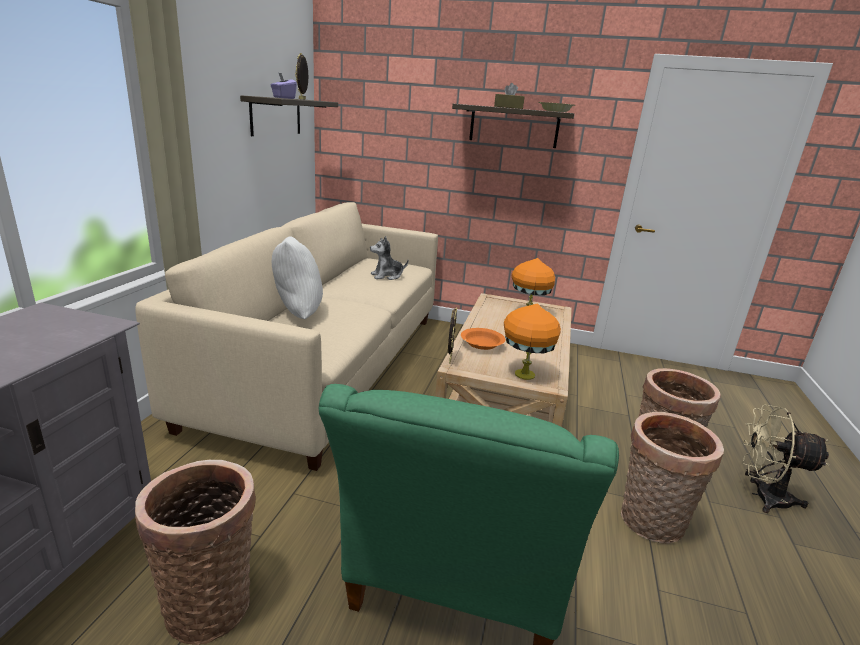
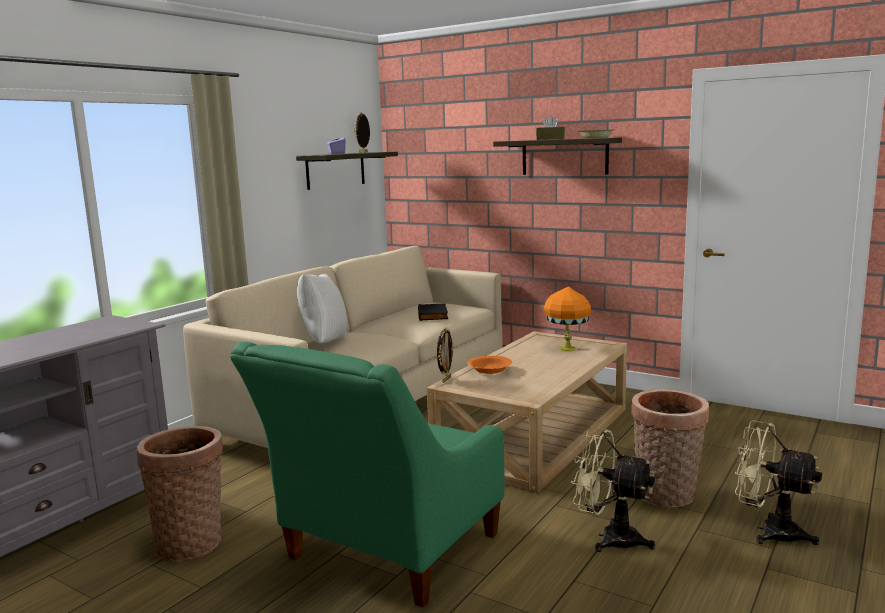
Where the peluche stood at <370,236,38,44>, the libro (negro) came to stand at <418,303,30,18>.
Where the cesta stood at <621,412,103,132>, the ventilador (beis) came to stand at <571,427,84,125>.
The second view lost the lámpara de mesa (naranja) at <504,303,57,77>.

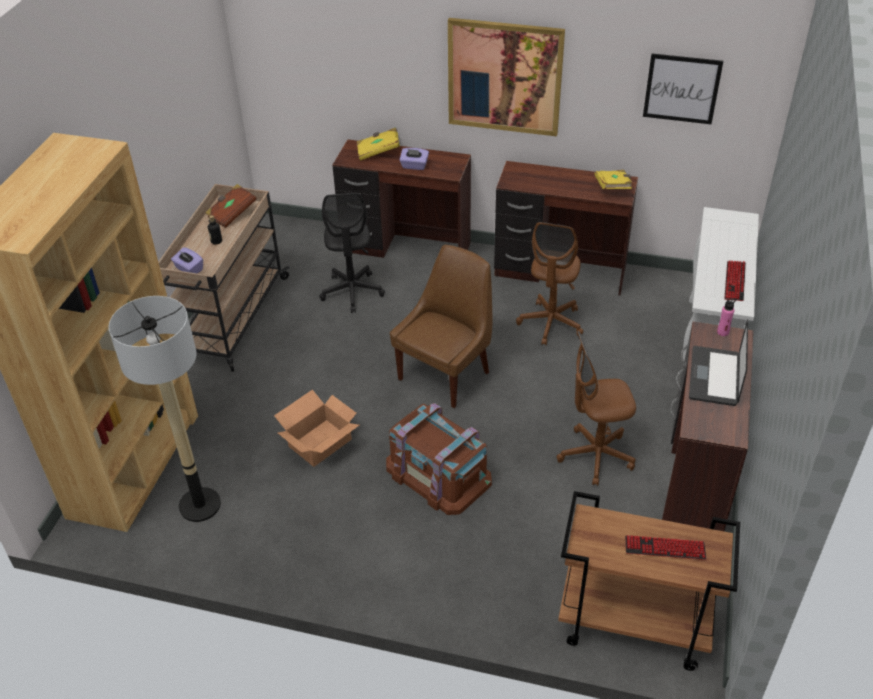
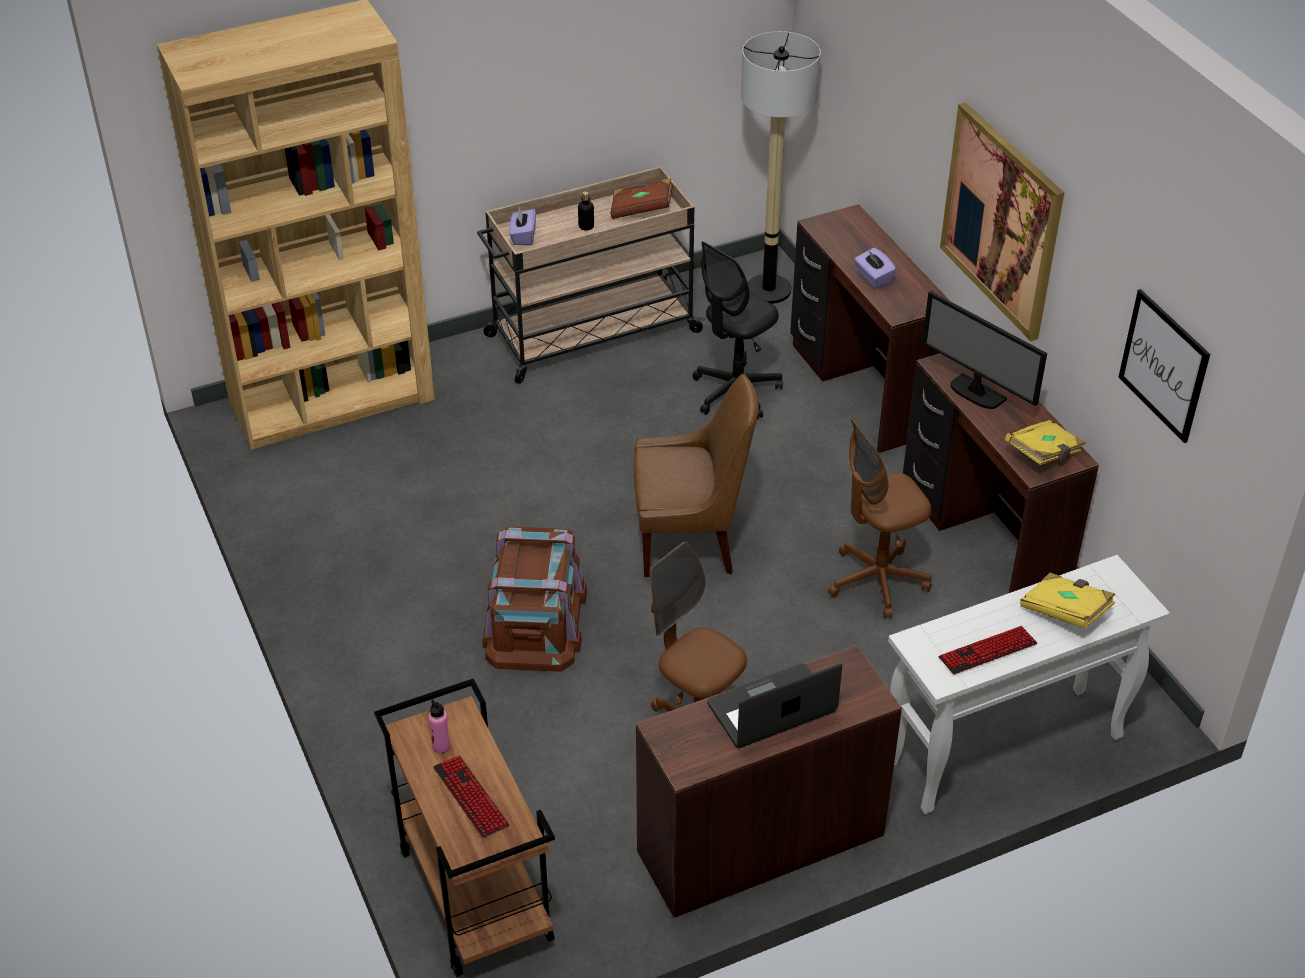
The botella (rosa) ended up elsewhere, having gone from <717,298,20,38> to <428,699,22,54>.
The lámpara de pie ended up elsewhere, having gone from <109,296,112,226> to <741,31,80,273>.
The second view gained the monitor at <922,291,125,118>.
The libro (amarillo) ended up elsewhere, having gone from <357,127,43,34> to <1020,573,95,56>.
The second view lost the caja de cartón at <274,390,85,77>.

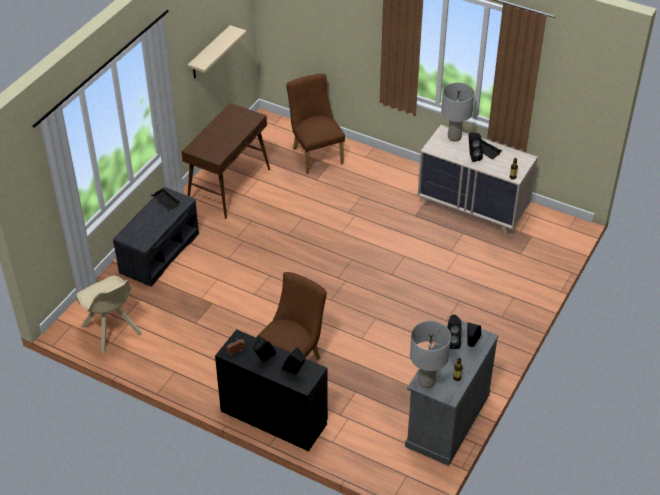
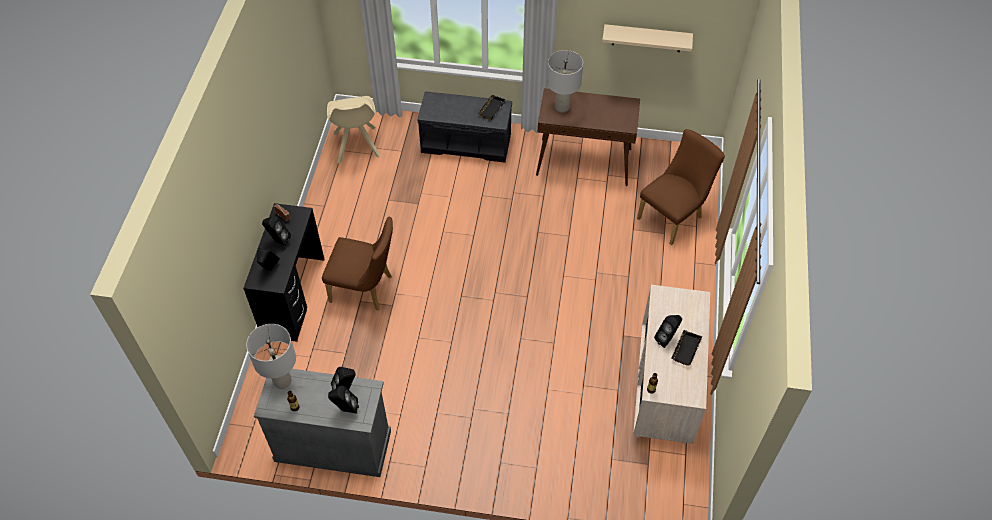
The silla (beis) at <77,276,65,77> ended up facing another way, 45 degrees counterclockwise from before.
The lámpara de mesa (gris) ended up elsewhere, having gone from <441,83,34,59> to <547,50,36,63>.

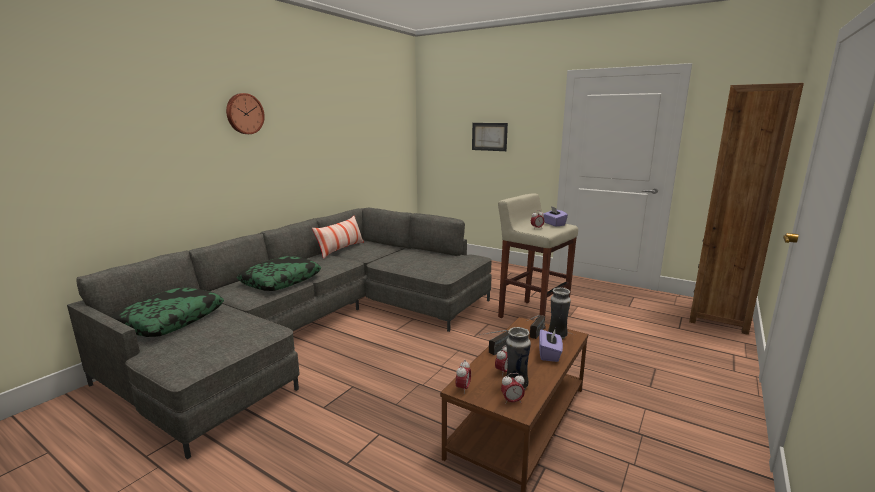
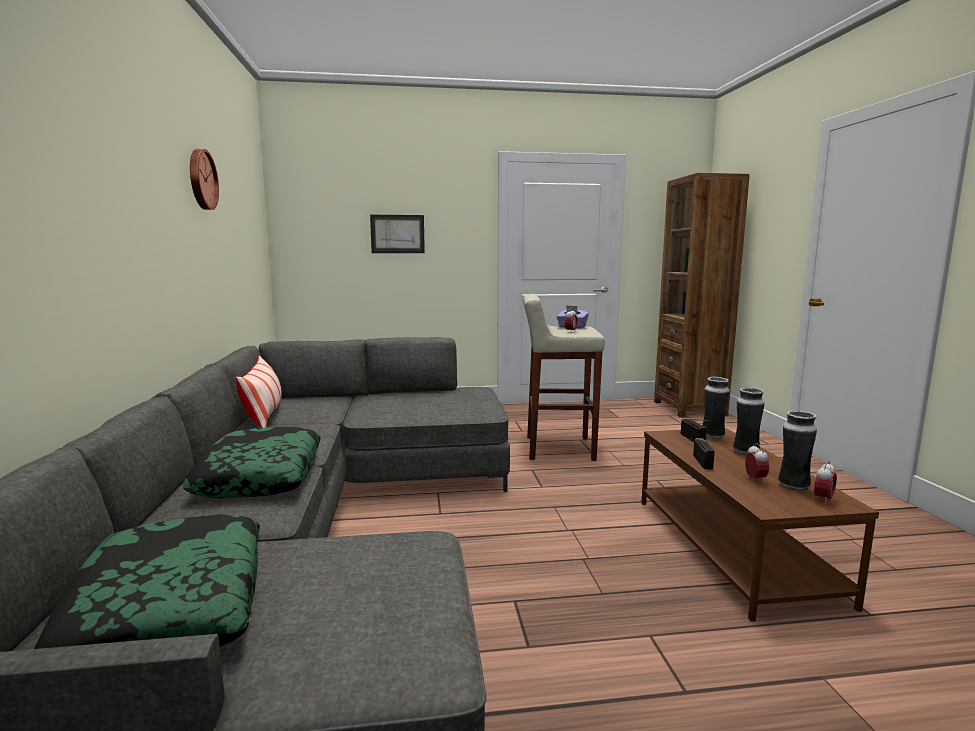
The reloj de pared ended up elsewhere, having gone from <226,93,39,41> to <190,149,29,61>.
Where the caja de pañuelos (morado) stood at <539,330,24,32>, the florero came to stand at <733,387,32,68>.
The second view lost the despertador at <456,360,15,34>.

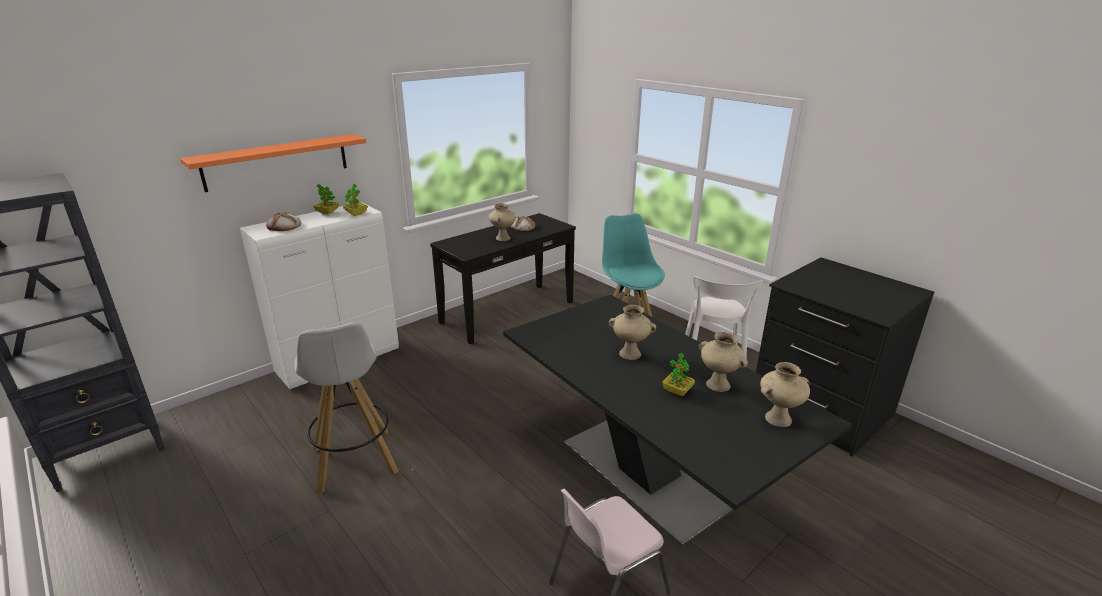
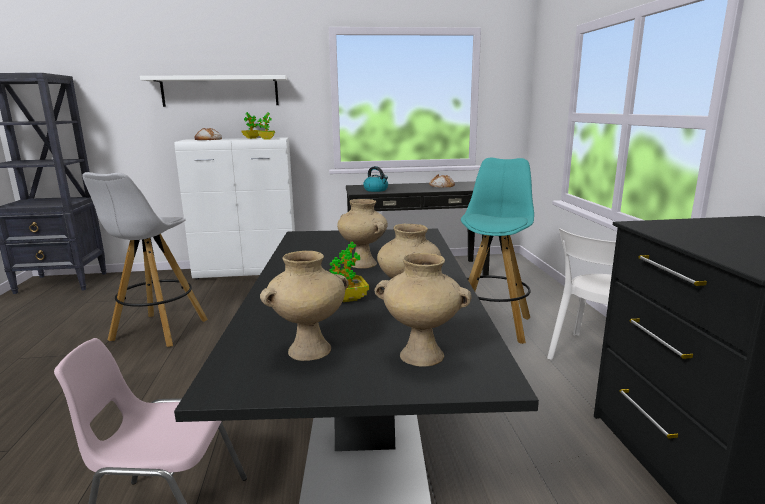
What was the estante (naranja) at <180,134,186,58> turned into the estante (blanco) at <140,75,147,32>.
The florero (beis) ended up elsewhere, having gone from <489,203,27,38> to <260,251,88,110>.
The second view gained the hervidor at <363,166,25,26>.

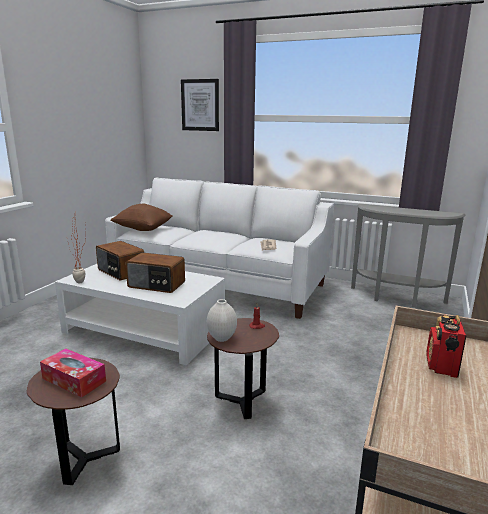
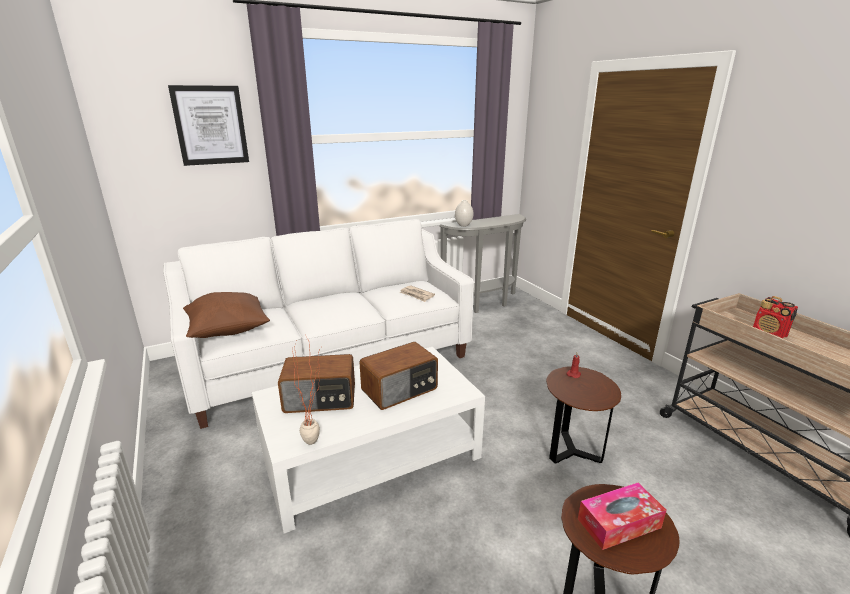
The florero (blanco) ended up elsewhere, having gone from <207,299,30,43> to <455,200,18,27>.

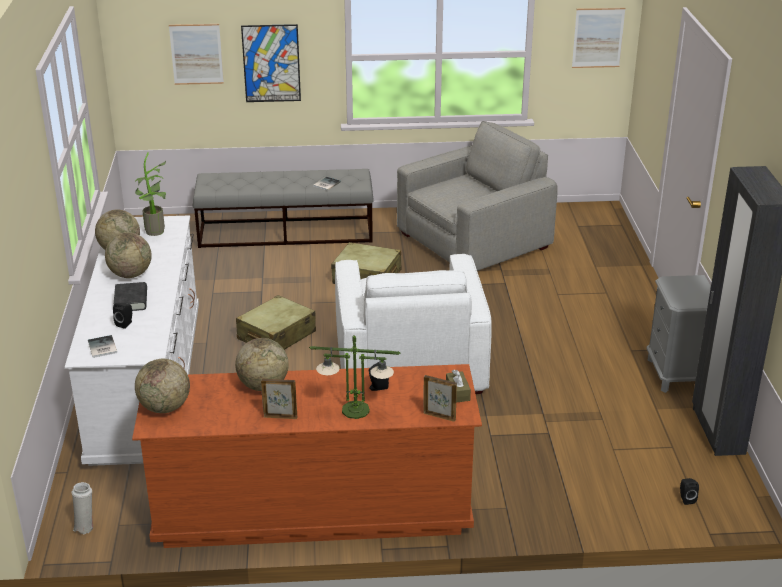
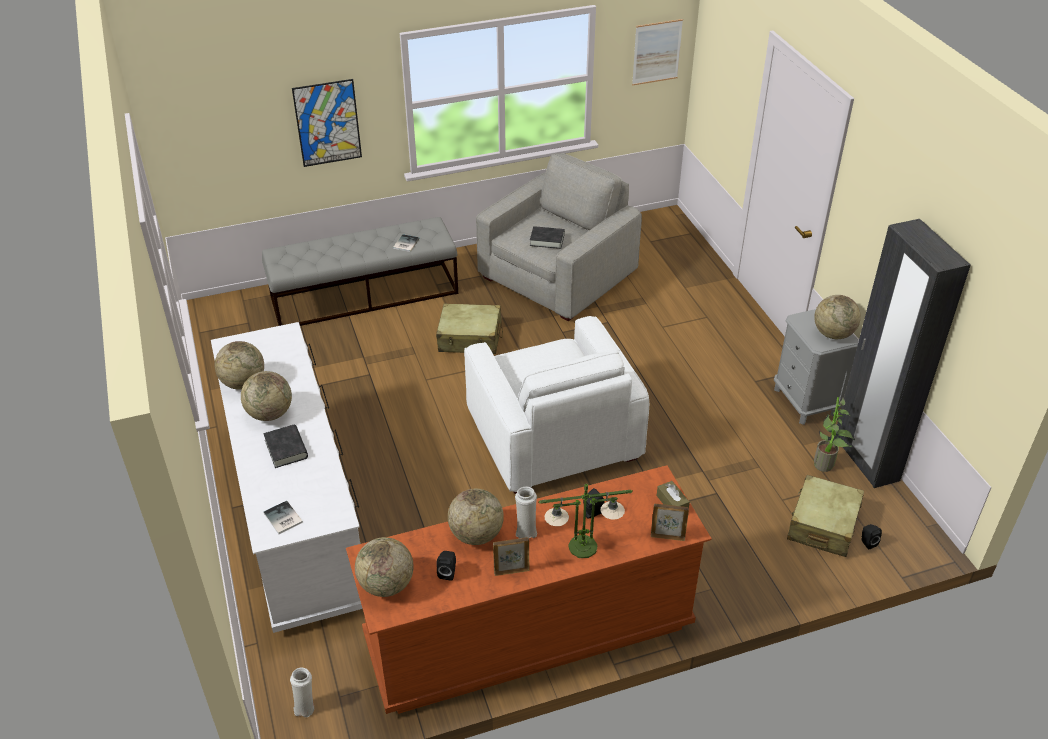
The altavoz (negro) ended up elsewhere, having gone from <113,303,19,26> to <436,551,20,30>.
The second view gained the florero (blanco) at <515,487,22,51>.
The second view gained the libro (negro) at <530,226,35,23>.
The maleta (beis) ended up elsewhere, having gone from <236,295,80,55> to <787,475,77,82>.
The second view gained the globo terráqueo at <814,295,47,44>.
The planta en maceta ended up elsewhere, having gone from <135,152,31,84> to <814,397,41,75>.
The second view lost the cuadro at <169,24,55,61>.

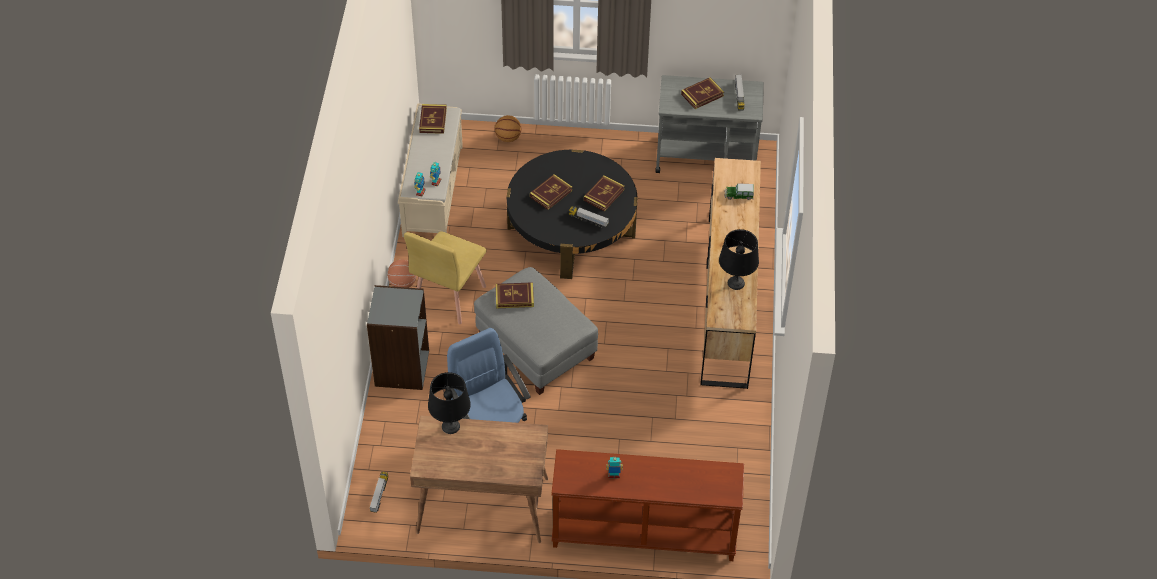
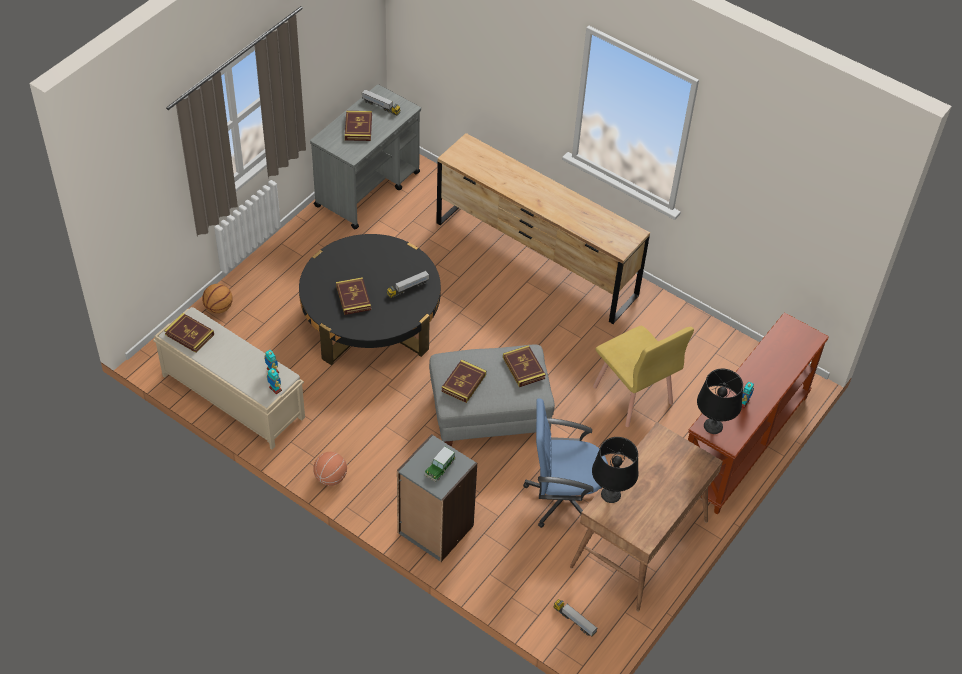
The coche de juguete ended up elsewhere, having gone from <724,183,30,17> to <424,446,31,36>.
The libro ended up elsewhere, having gone from <584,175,41,37> to <503,345,43,42>.
The silla (amarillo) ended up elsewhere, having gone from <404,231,83,93> to <593,326,101,101>.
The lámpara de mesa (negro) ended up elsewhere, having gone from <719,229,40,61> to <697,369,46,65>.

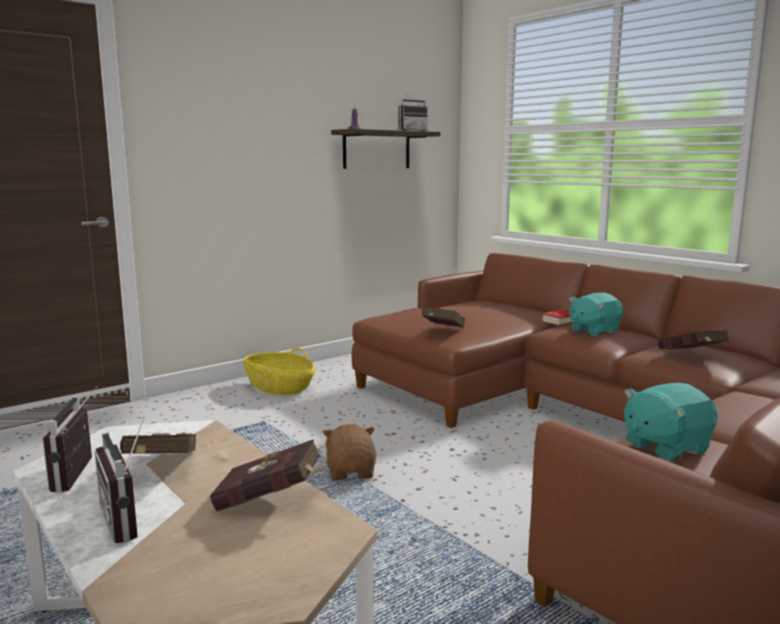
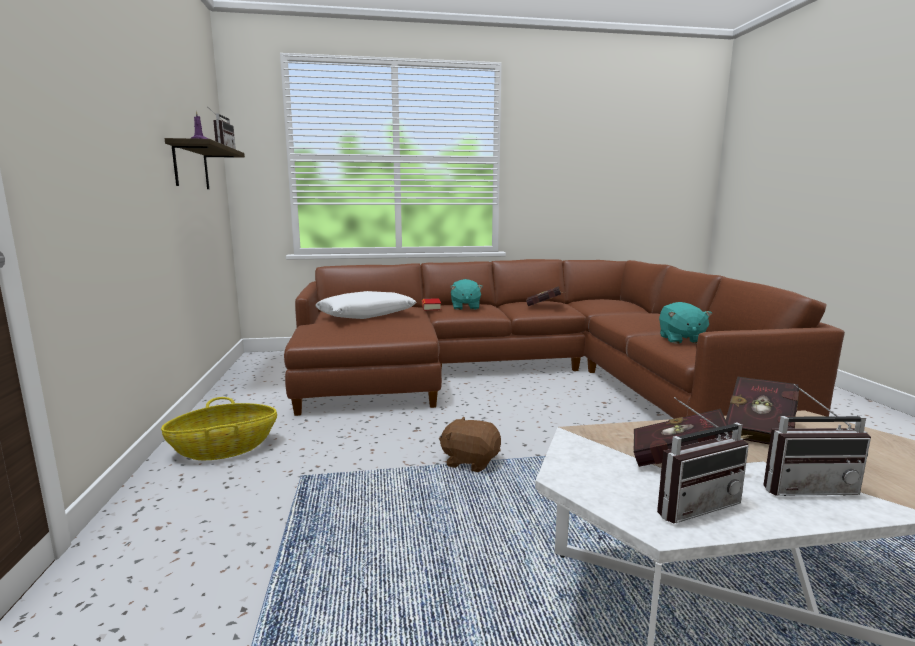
The second view gained the cojín (blanco) at <315,291,101,28>.
The radio at <42,386,56,107> ended up facing another way, 45 degrees counterclockwise from before.
The second view lost the libro (rojo) at <422,307,43,21>.

